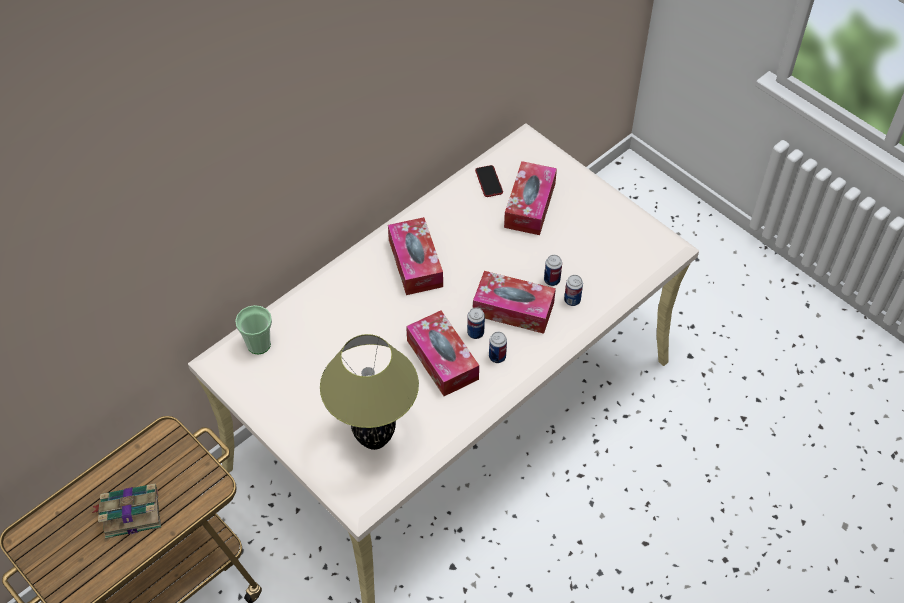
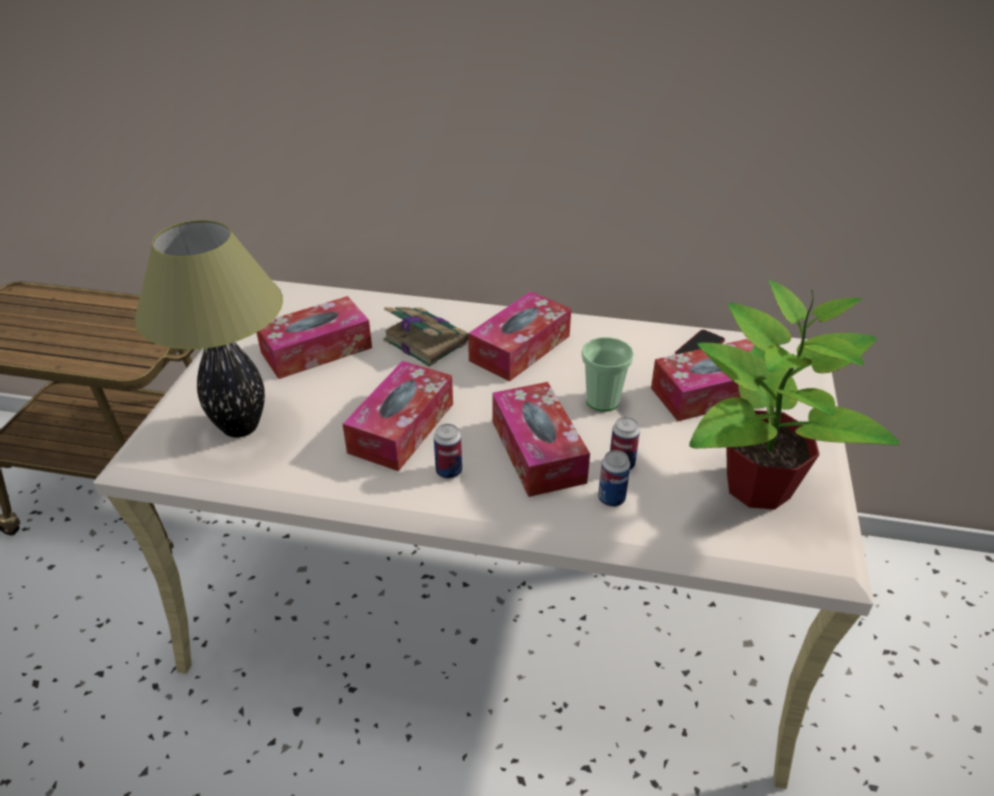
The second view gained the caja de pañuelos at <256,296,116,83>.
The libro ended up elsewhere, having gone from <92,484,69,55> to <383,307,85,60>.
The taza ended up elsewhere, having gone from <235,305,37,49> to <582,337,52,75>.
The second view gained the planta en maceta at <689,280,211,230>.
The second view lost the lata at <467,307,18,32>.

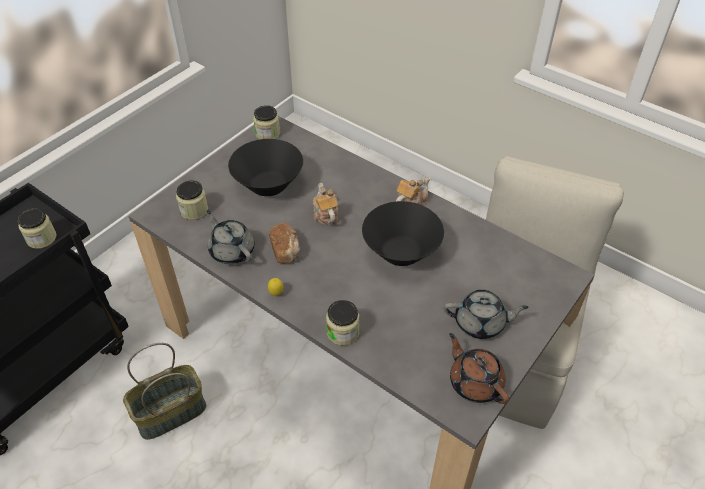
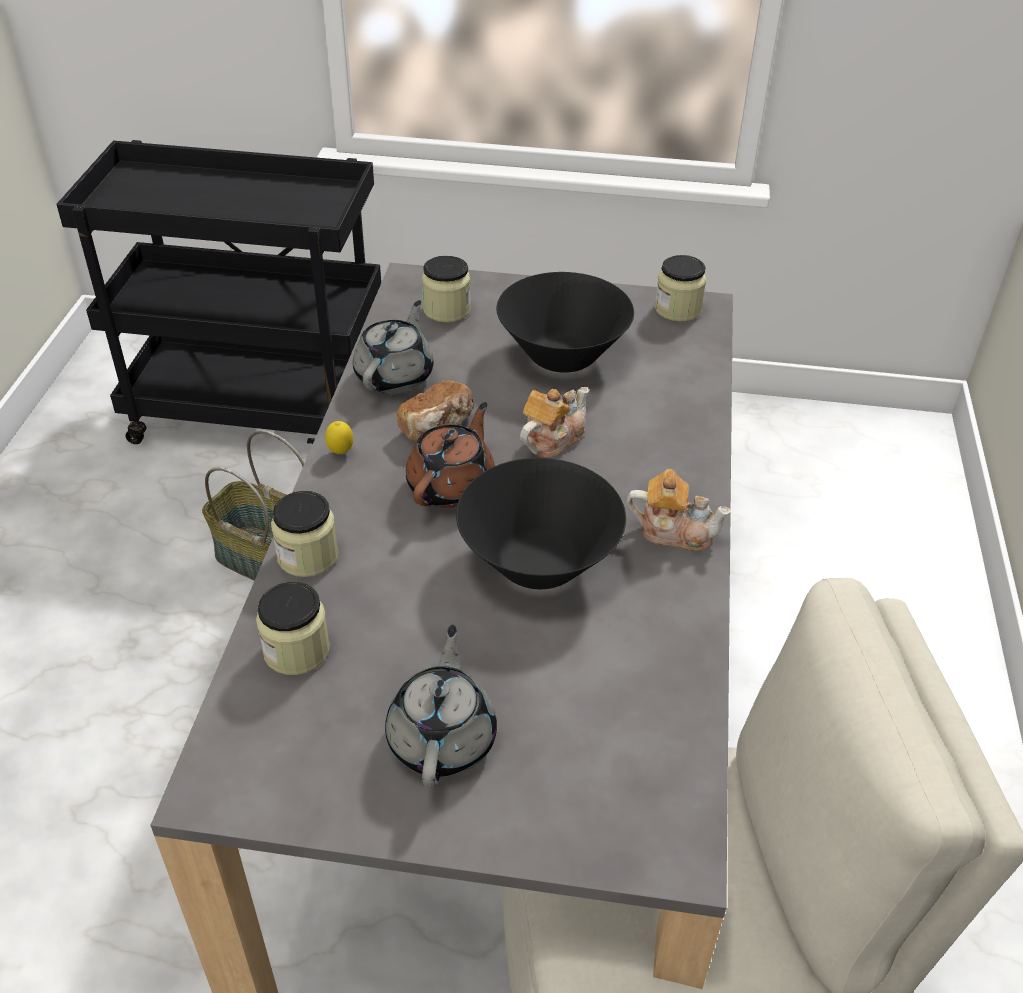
The tarro ended up elsewhere, having gone from <18,208,38,41> to <256,582,74,93>.
The tetera (gris) at <444,290,85,49> ended up facing another way, 150 degrees counterclockwise from before.
The tetera (marrón) ended up elsewhere, having gone from <449,333,60,71> to <406,402,89,106>.

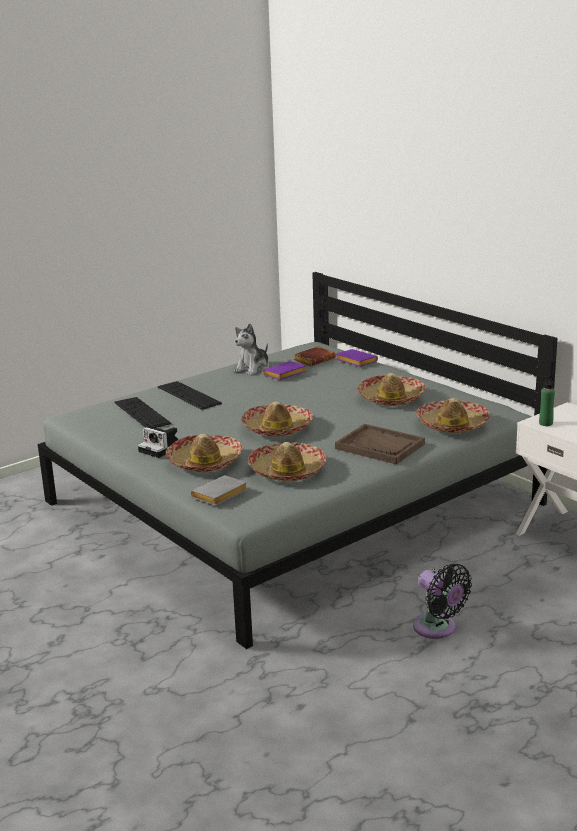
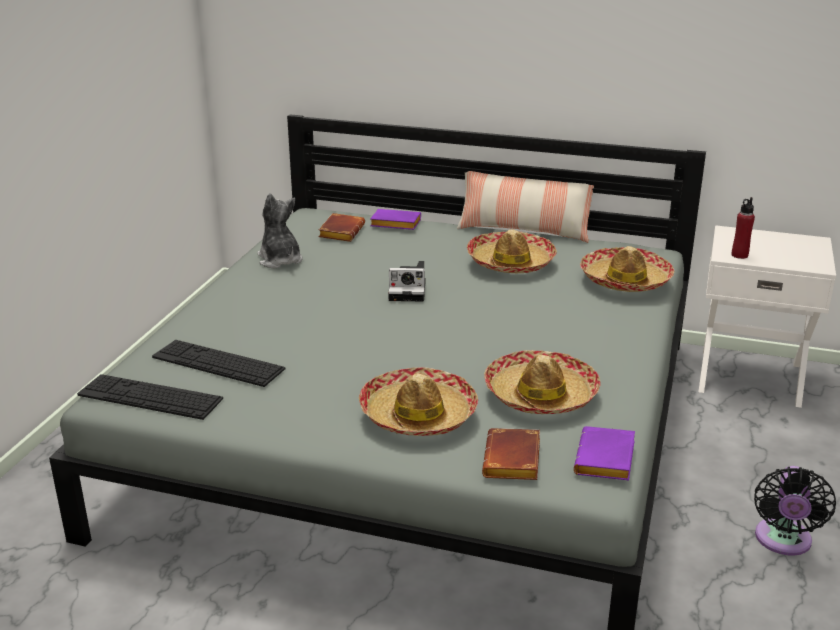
The teclado ended up elsewhere, having gone from <158,381,64,29> to <77,374,146,46>.
The peluche at <234,323,35,52> ended up facing another way, 150 degrees clockwise from before.
The cámara ended up elsewhere, having gone from <138,427,41,31> to <388,261,37,41>.
The second view gained the cojín at <457,171,137,72>.
What was the libro (gris) at <191,475,57,31> turned into the libro (marrón) at <482,428,58,52>.
The libro (morado) ended up elsewhere, having gone from <263,361,43,19> to <574,426,61,54>.
What was the botella (verde) at <539,376,16,50> turned into the botella (rojo) at <732,197,23,62>.
The ventilador (negro) at <413,564,59,75> ended up facing another way, 90 degrees clockwise from before.
The second view lost the sombrero at <241,402,72,34>.
The second view lost the bandeja (marrón) at <335,424,90,41>.

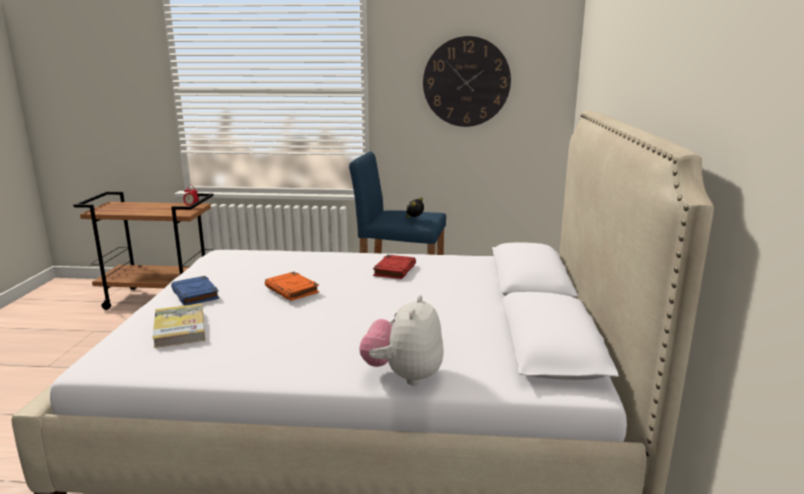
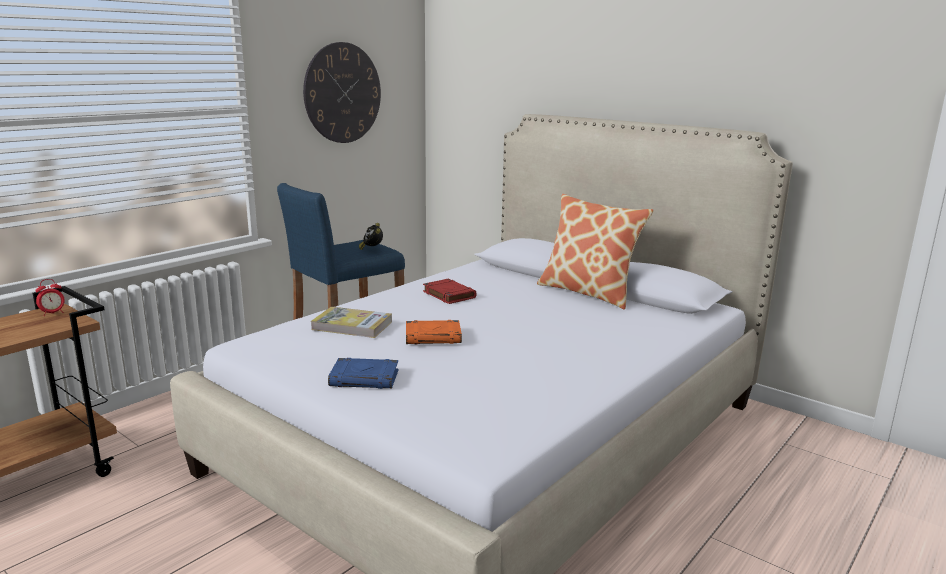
The libro ended up elsewhere, having gone from <152,303,53,45> to <311,307,81,31>.
The second view gained the cojín at <537,194,117,116>.
The second view lost the peluche at <359,295,85,91>.

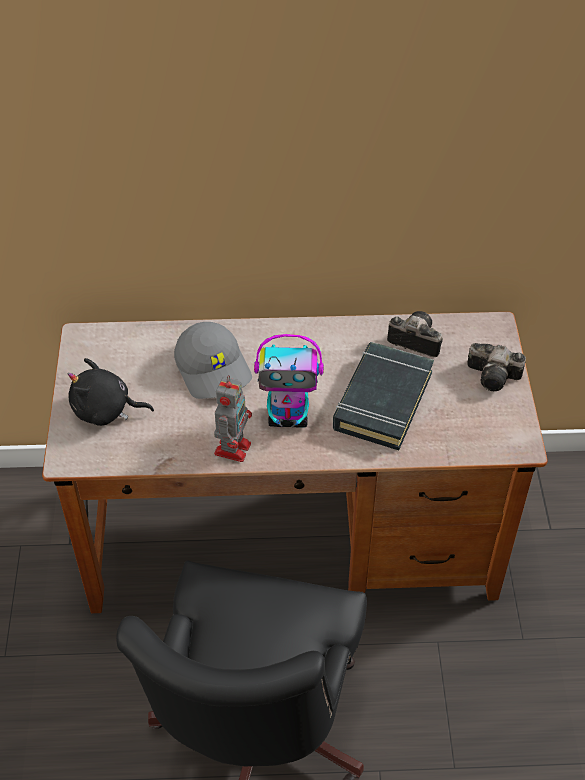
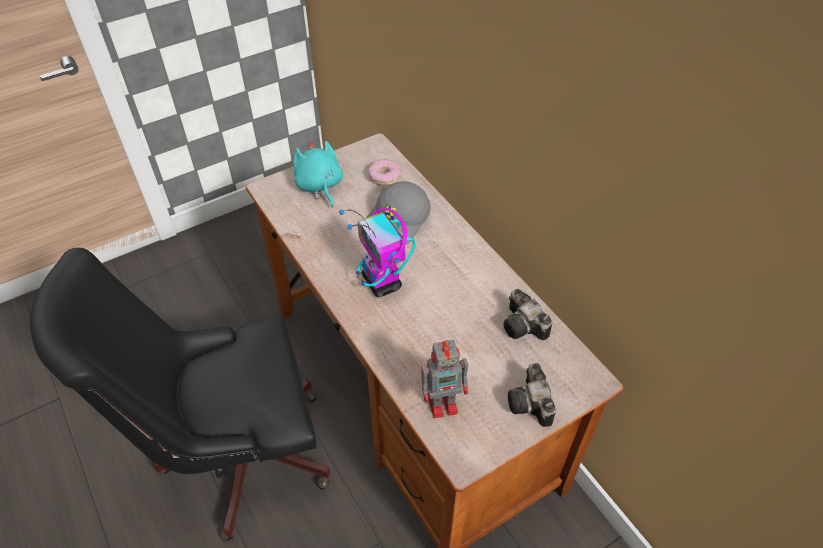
What was the peluche (negro) at <68,358,86,68> turned into the peluche (turquesa) at <294,140,49,67>.
The second view gained the rosquilla at <368,159,33,27>.
The robot de juguete ended up elsewhere, having gone from <214,375,38,87> to <421,340,47,79>.
The cámara at <387,311,56,46> ended up facing another way, 150 degrees clockwise from before.
The second view lost the libro (negro) at <333,342,101,108>.

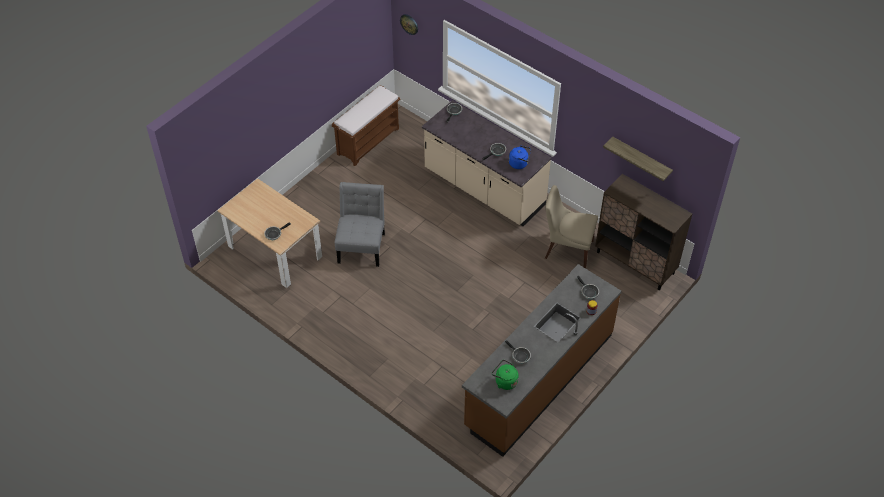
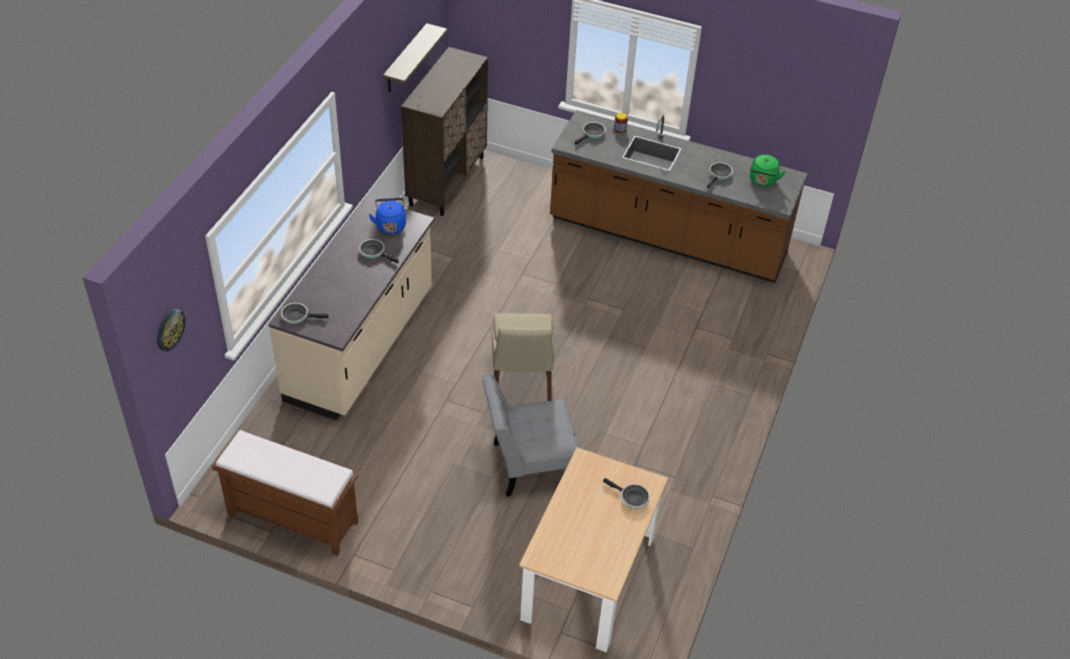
The silla (beis) ended up elsewhere, having gone from <545,185,53,83> to <492,313,62,88>.

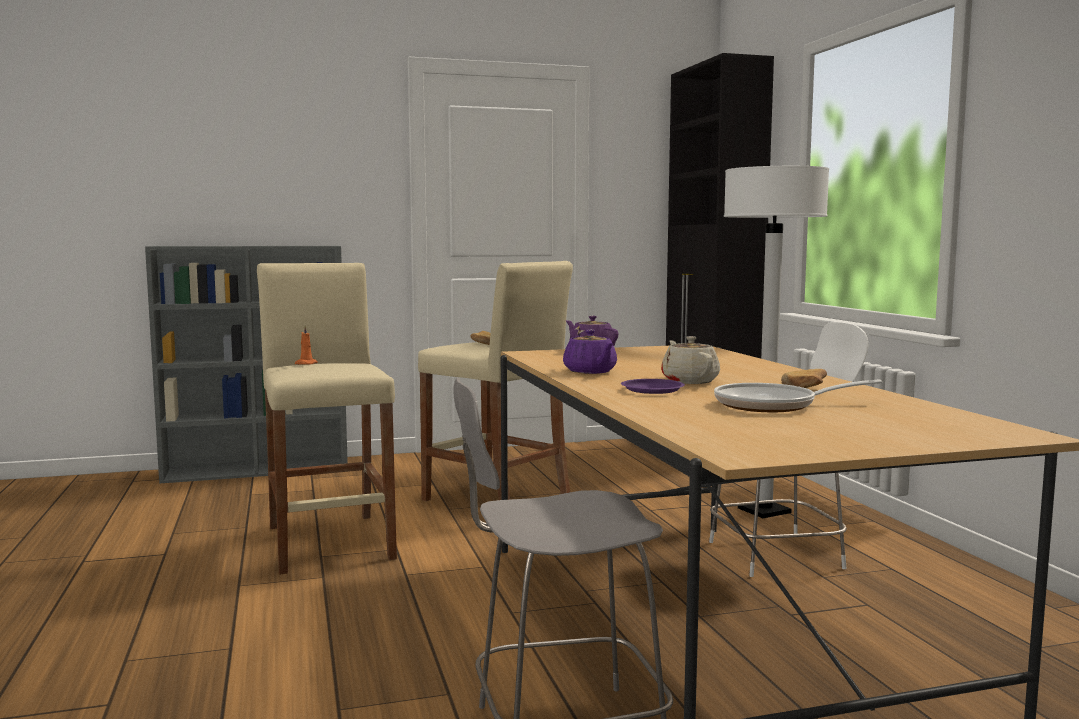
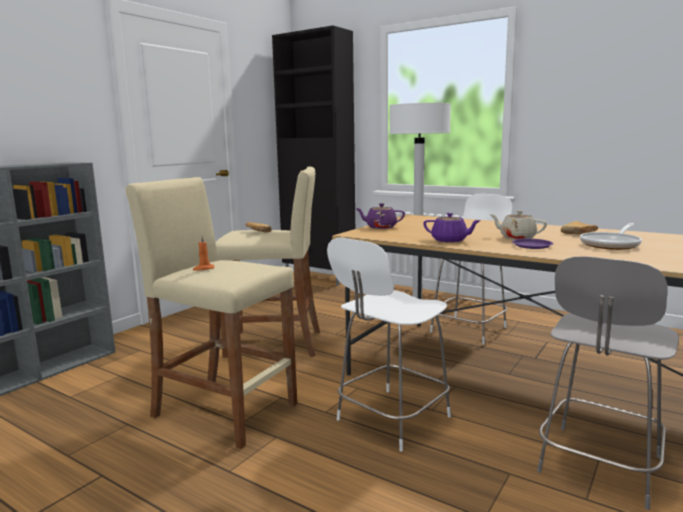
The second view gained the silla (blanco) at <327,238,124,214>.

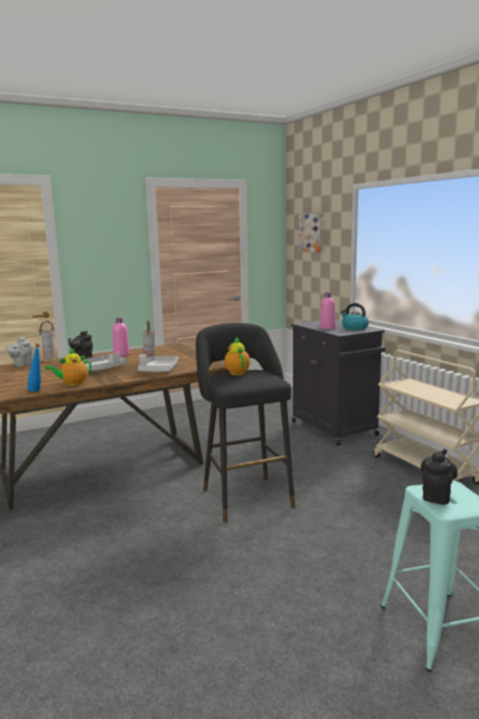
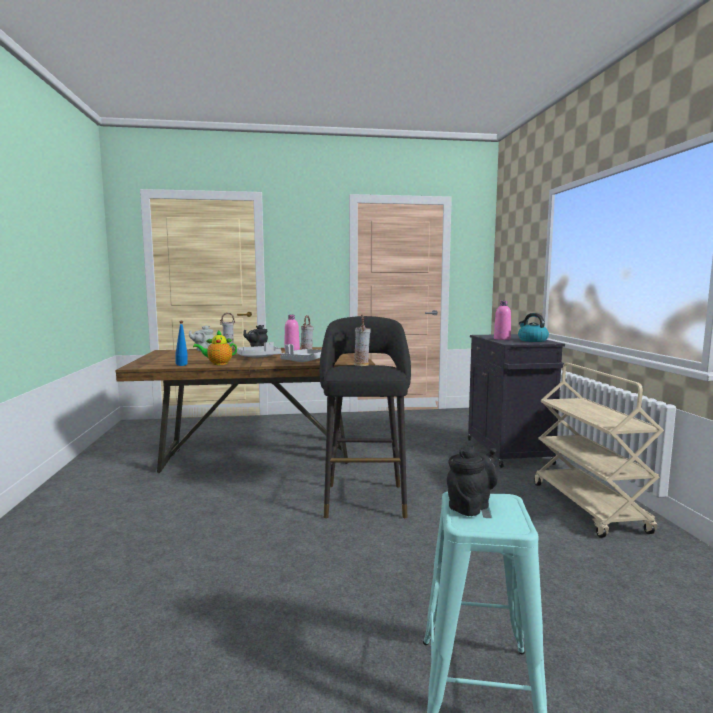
Where the tetera stood at <224,337,26,38>, the florero came to stand at <354,315,17,51>.
The second view lost the cuadro at <299,213,25,39>.

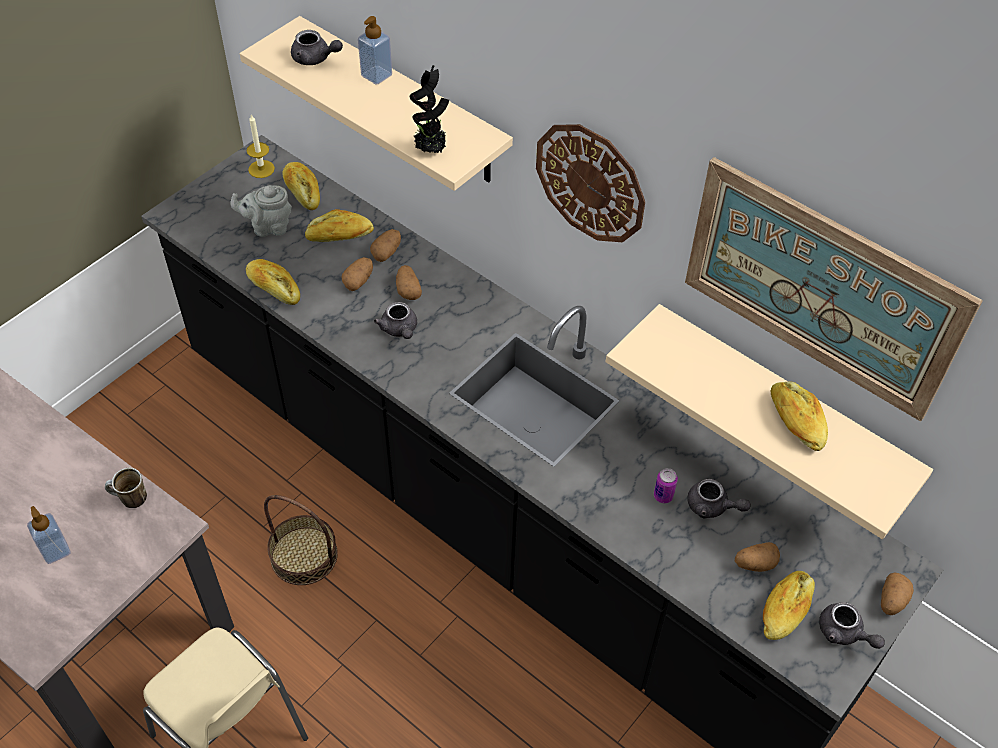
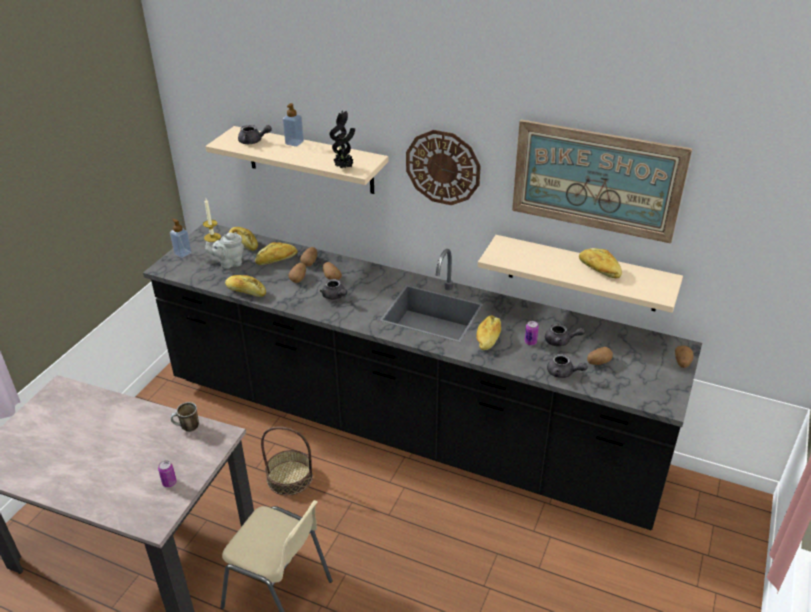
The second view gained the lata at <158,461,19,27>.
The dispensador de jabón ended up elsewhere, having gone from <27,506,44,58> to <170,219,22,39>.
The pan ended up elsewhere, having gone from <763,571,52,69> to <476,315,25,35>.
The tetera (gris) ended up elsewhere, having gone from <819,602,66,47> to <547,354,41,24>.

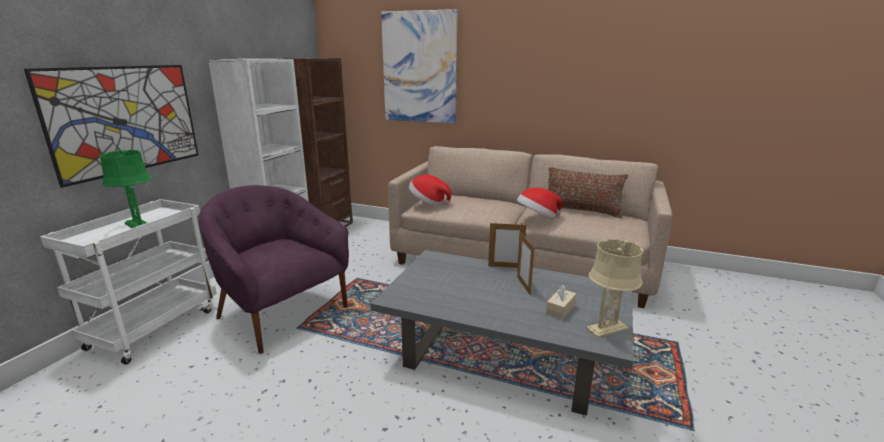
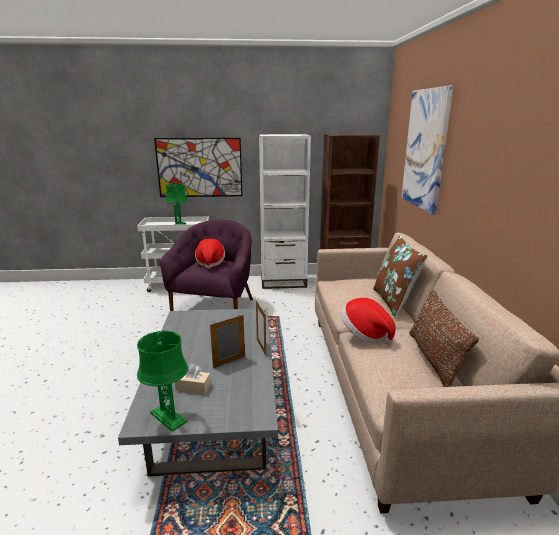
What was the lámpara de mesa (beis) at <586,239,58,99> turned into the lámpara de mesa (verde) at <137,331,51,101>.
The sombrero ended up elsewhere, having gone from <409,174,42,32> to <195,239,30,30>.
The second view gained the cojín (marrón) at <373,235,55,82>.

